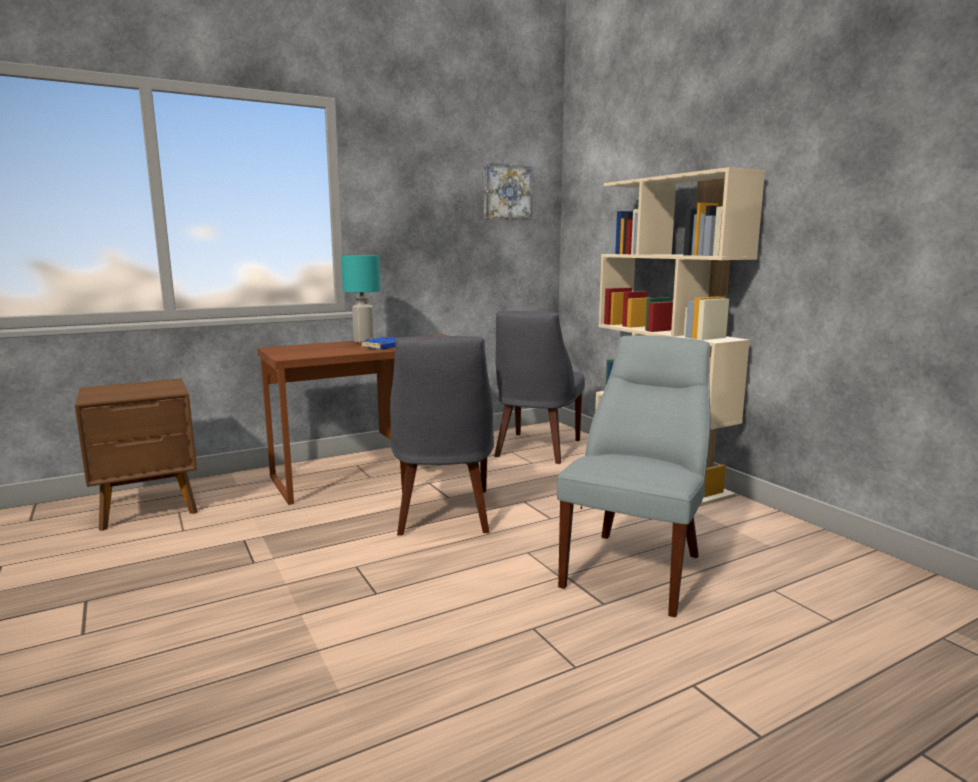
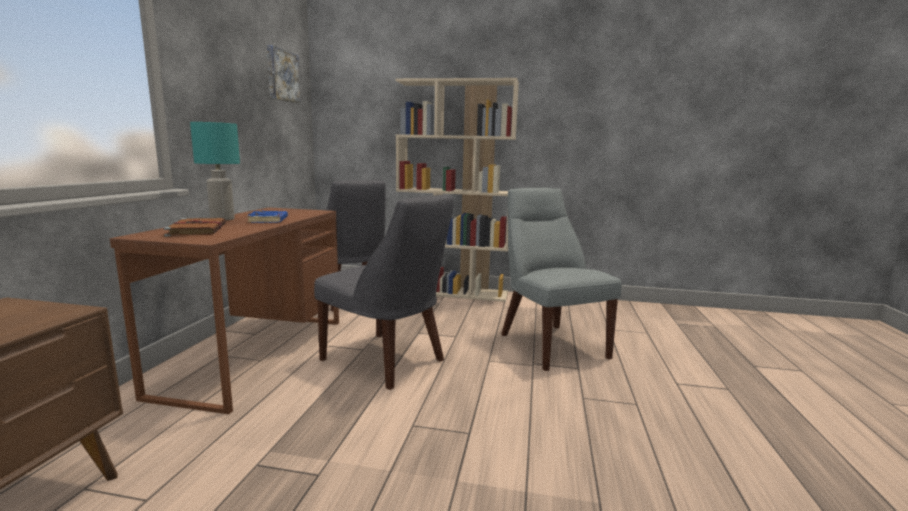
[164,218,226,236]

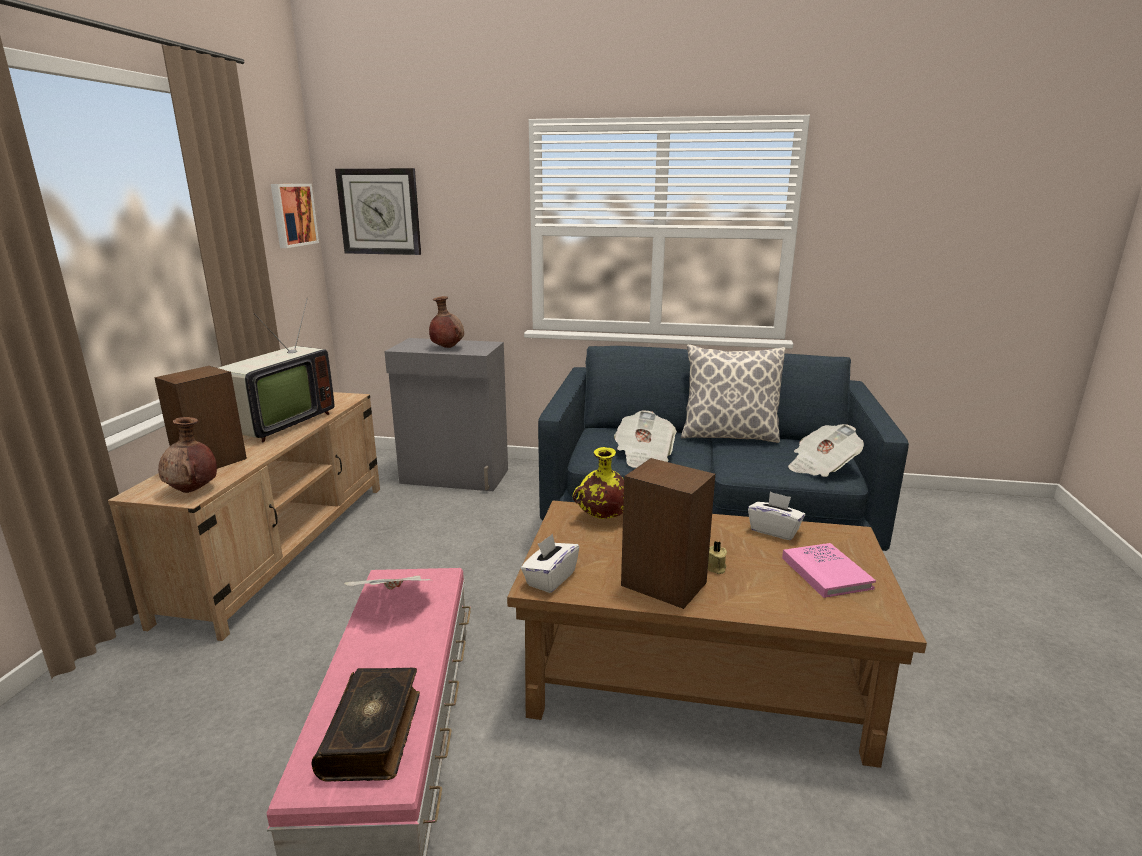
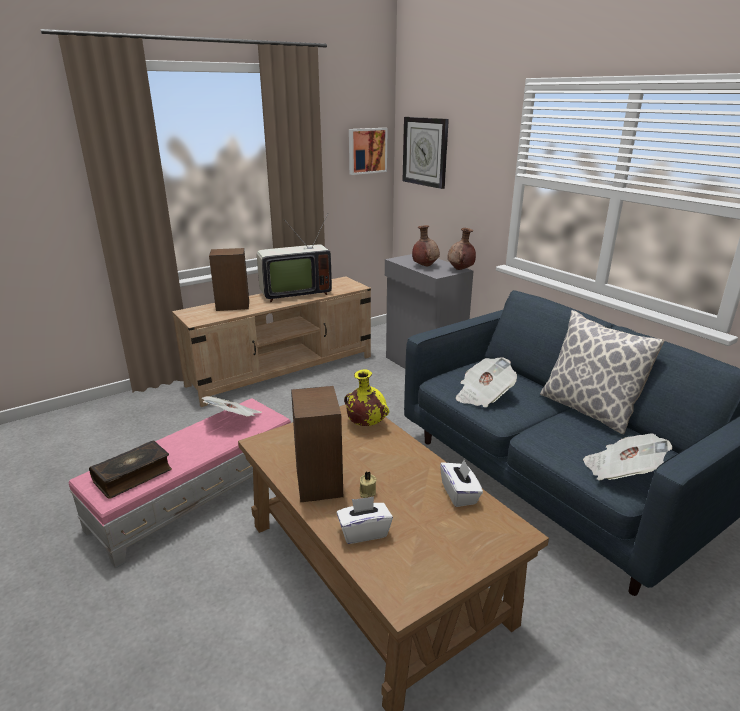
[447,228,476,270]
[337,496,393,544]
[782,543,876,598] (first image)

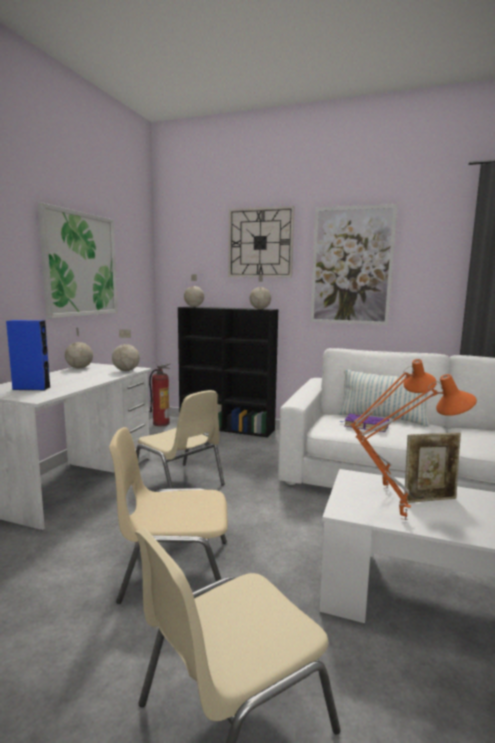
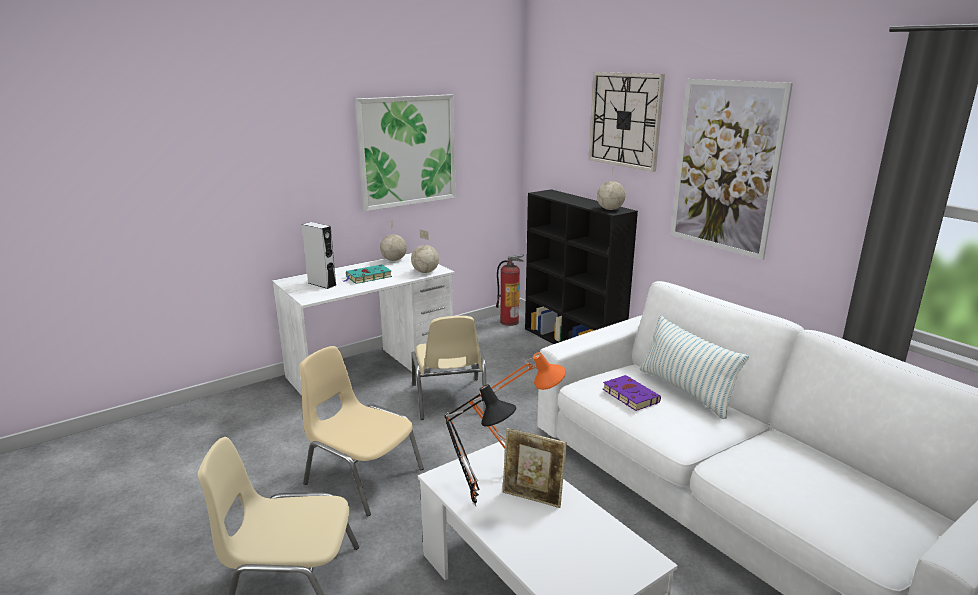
[184,274,204,307] (first image)
[302,222,337,289]
[444,384,516,507]
[343,264,392,284]

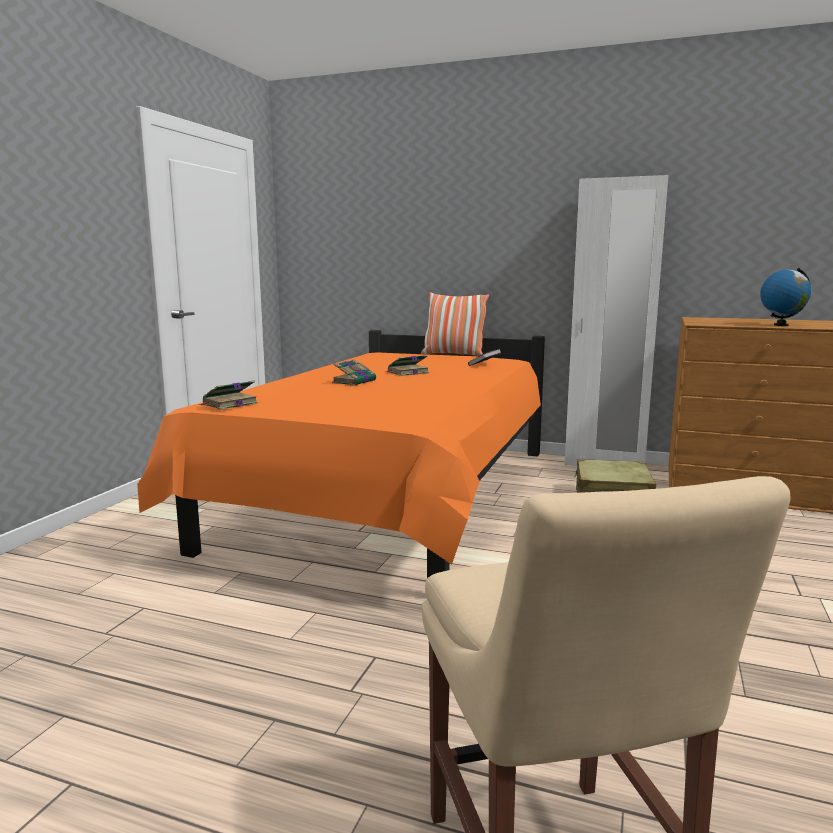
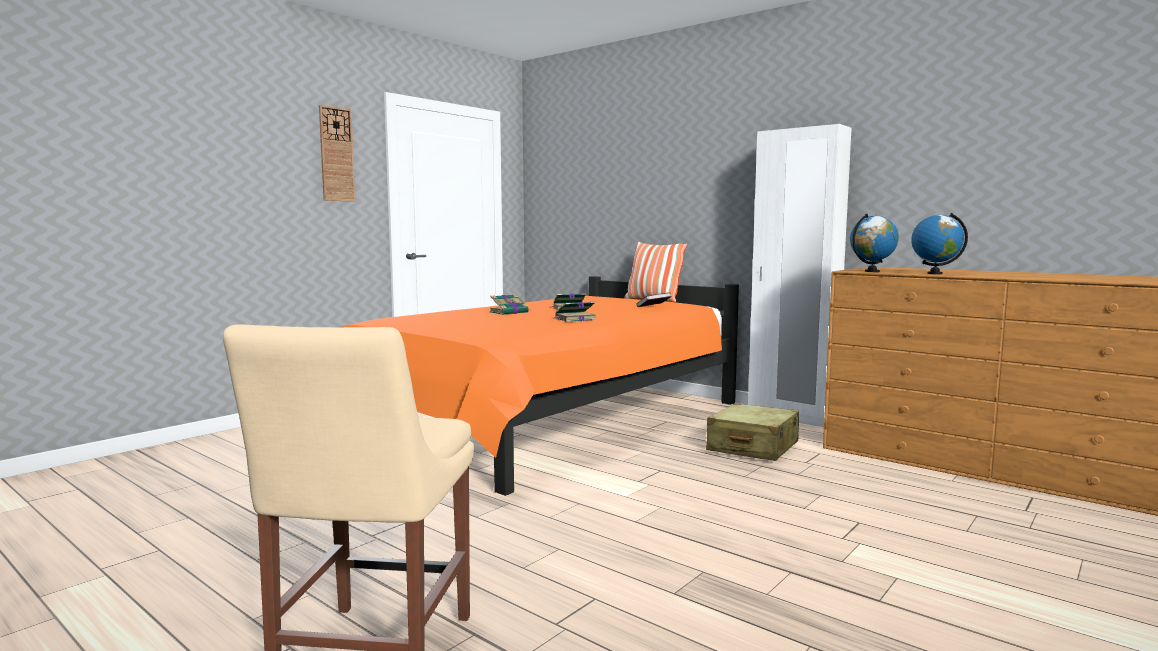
[553,302,597,322]
[319,105,355,202]
[850,214,899,272]

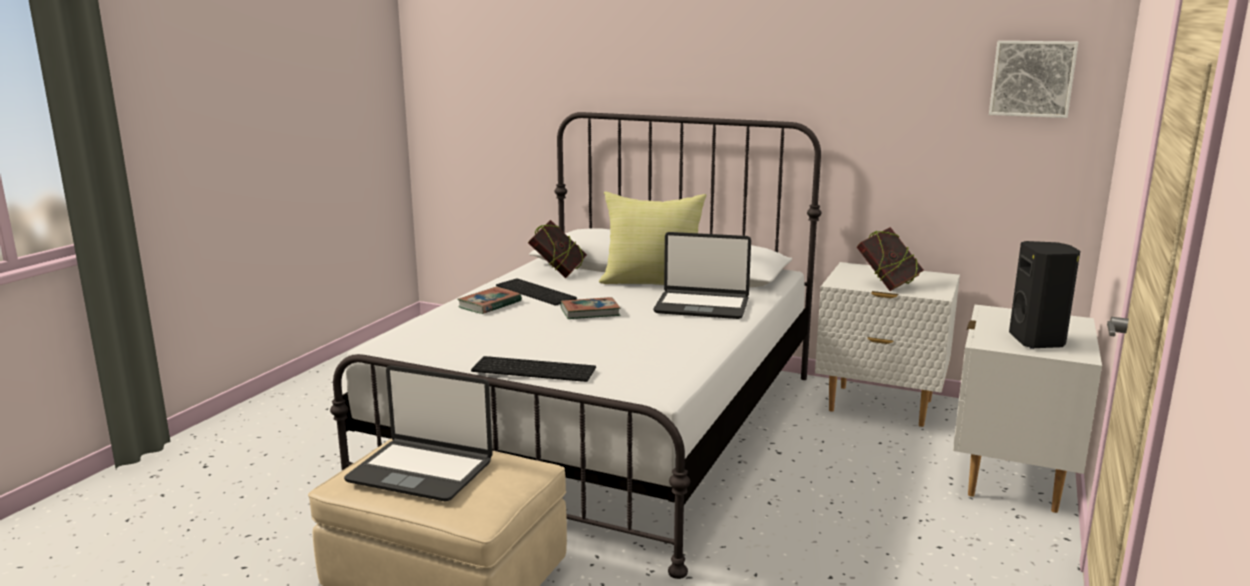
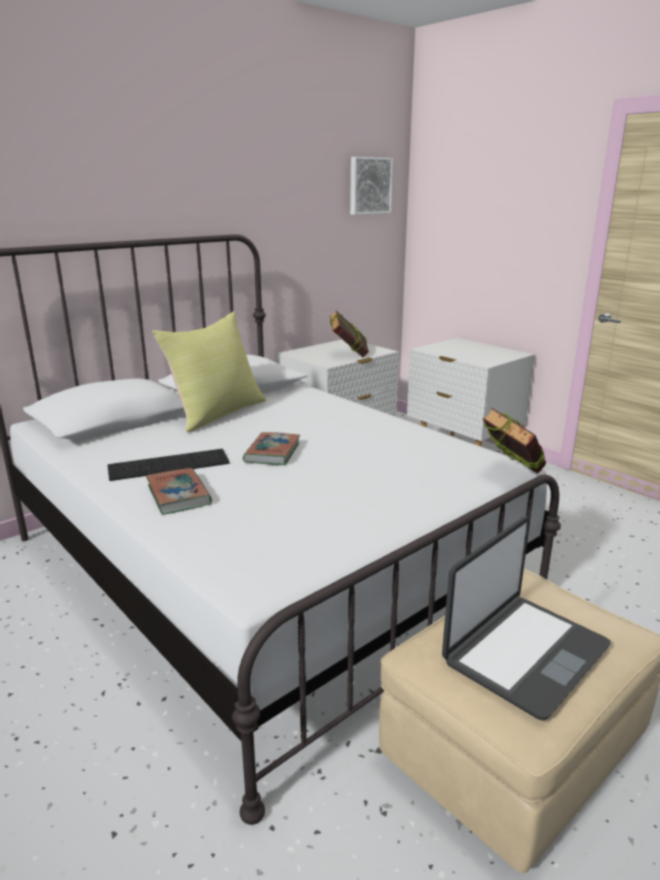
[482,408,546,474]
[653,232,751,319] (first image)
[1009,241,1080,349] (first image)
[471,356,596,382] (first image)

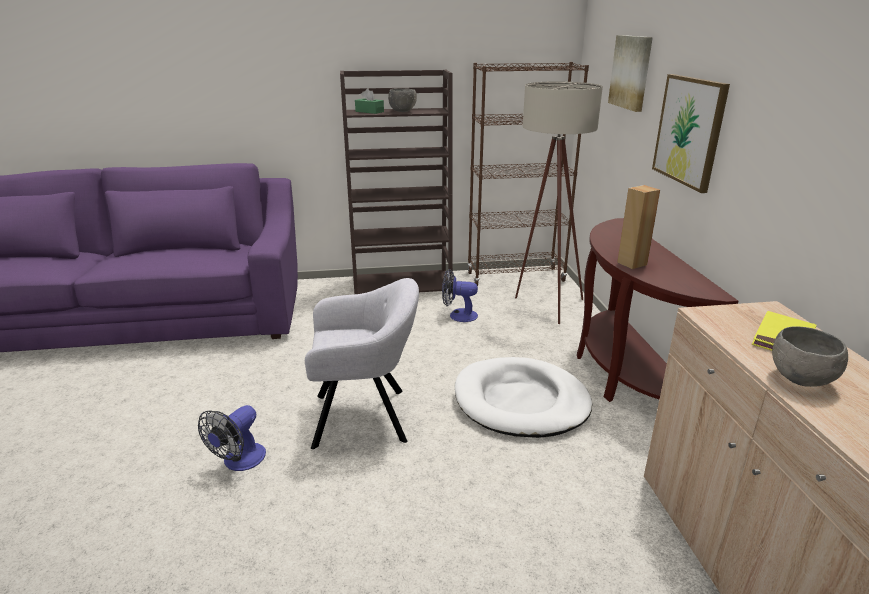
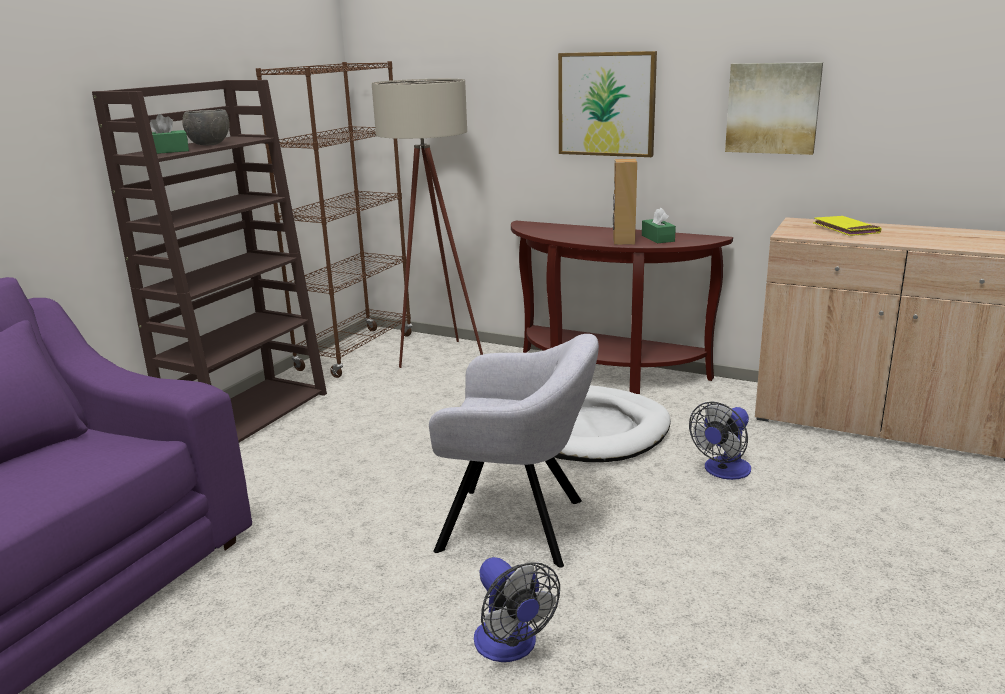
[725,62,823,155]
[689,402,751,480]
[429,334,599,568]
[772,326,848,387] (first image)
[642,207,676,243]

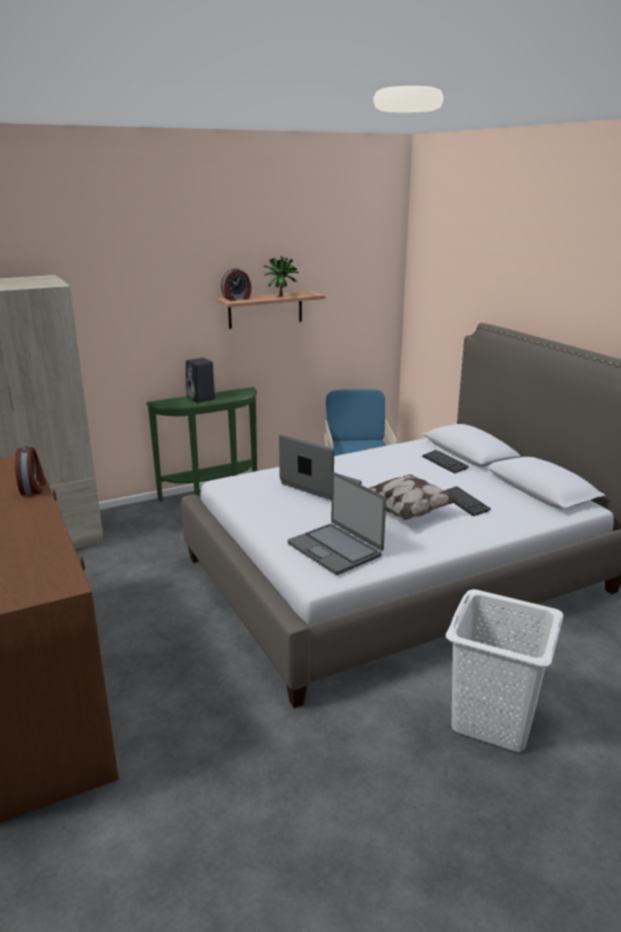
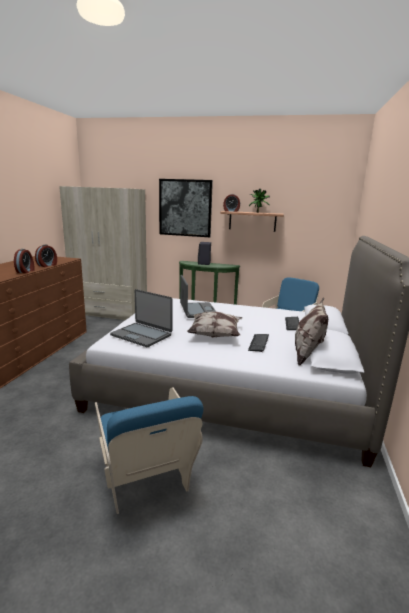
[110,289,173,347]
[95,387,203,514]
[159,179,213,237]
[14,249,35,273]
[295,297,328,365]

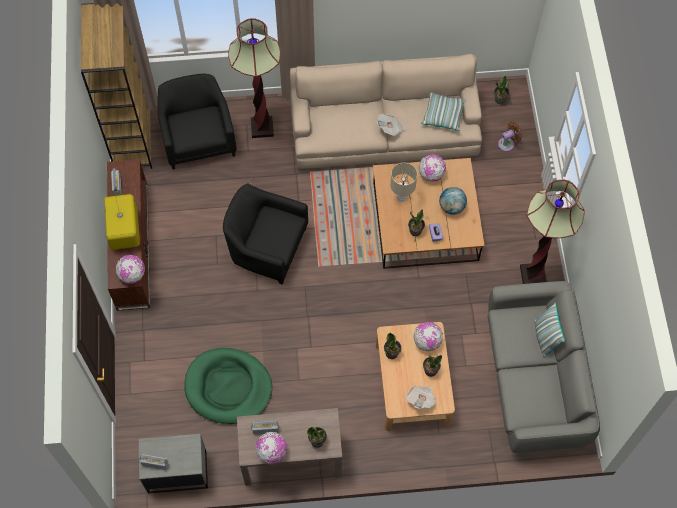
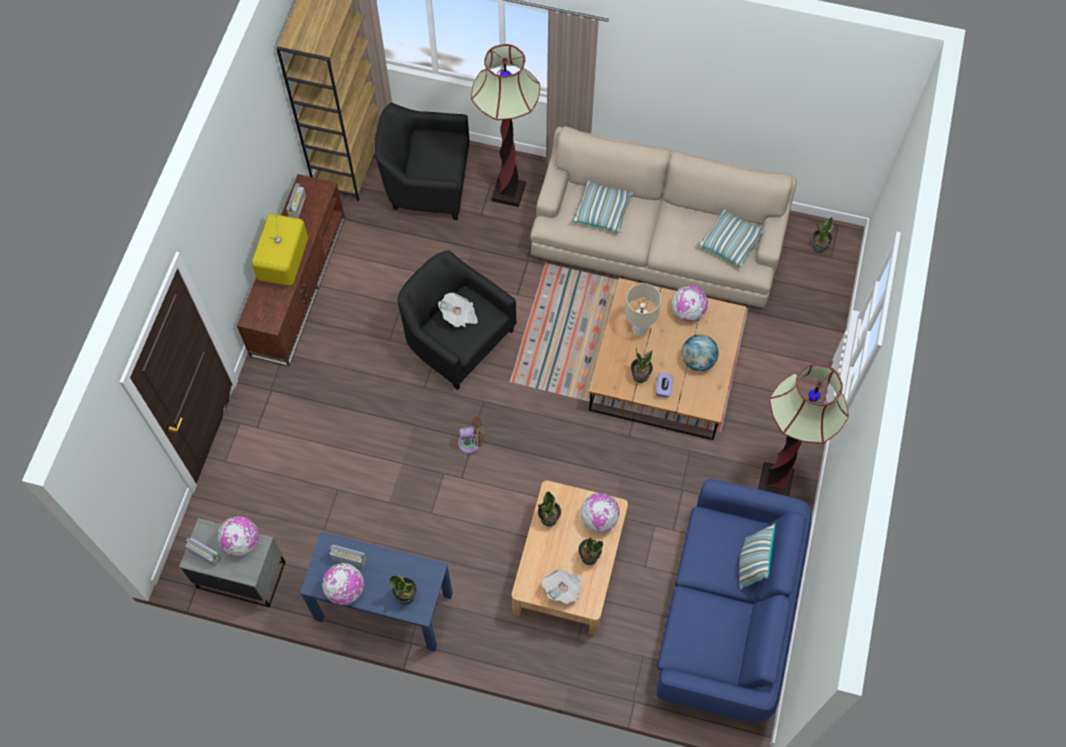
[374,102,470,220]
[438,293,478,327]
[458,416,484,454]
[218,516,259,557]
[657,479,811,722]
[184,348,272,424] (first image)
[300,531,453,652]
[571,180,634,233]

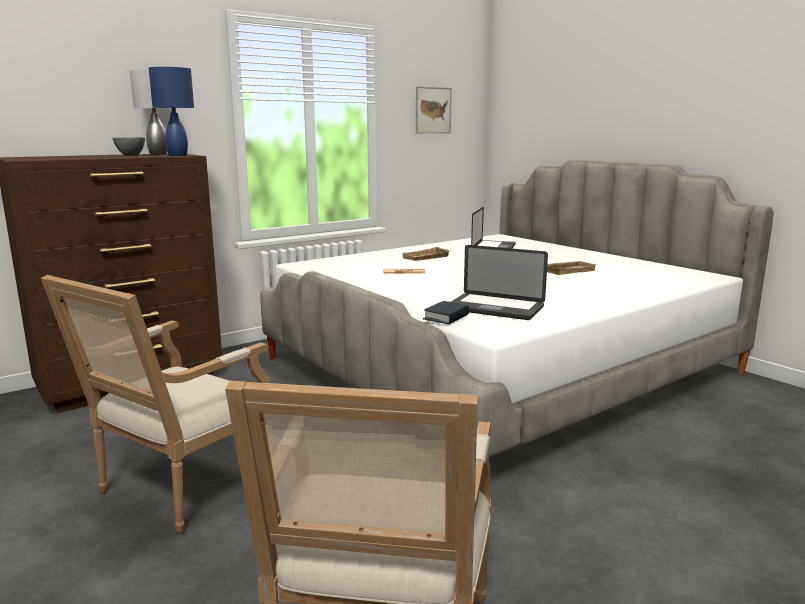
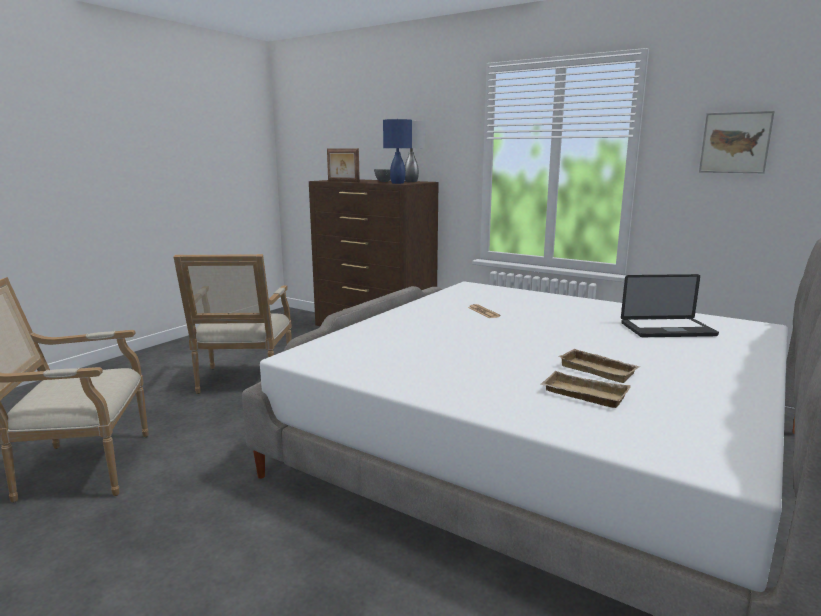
[451,245,548,320] (first image)
[541,371,631,408]
[174,254,292,394]
[423,301,469,325] (first image)
[327,148,360,182]

